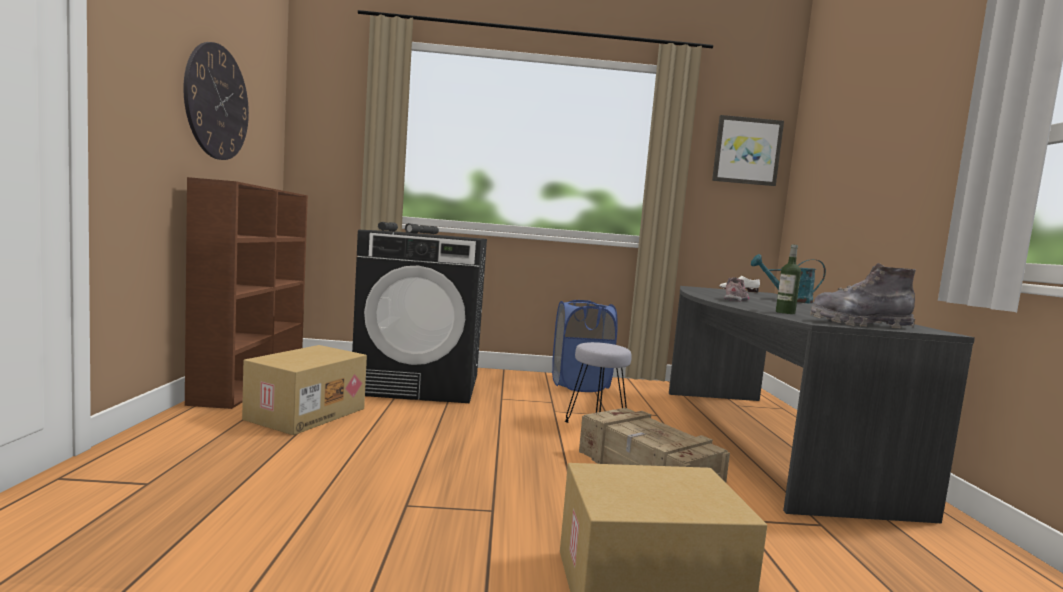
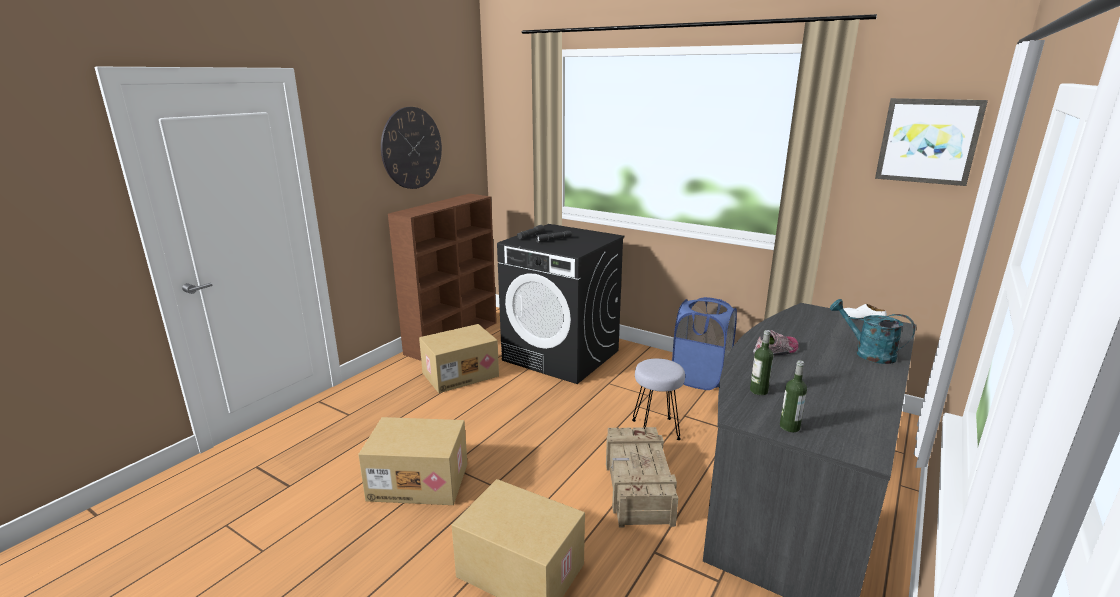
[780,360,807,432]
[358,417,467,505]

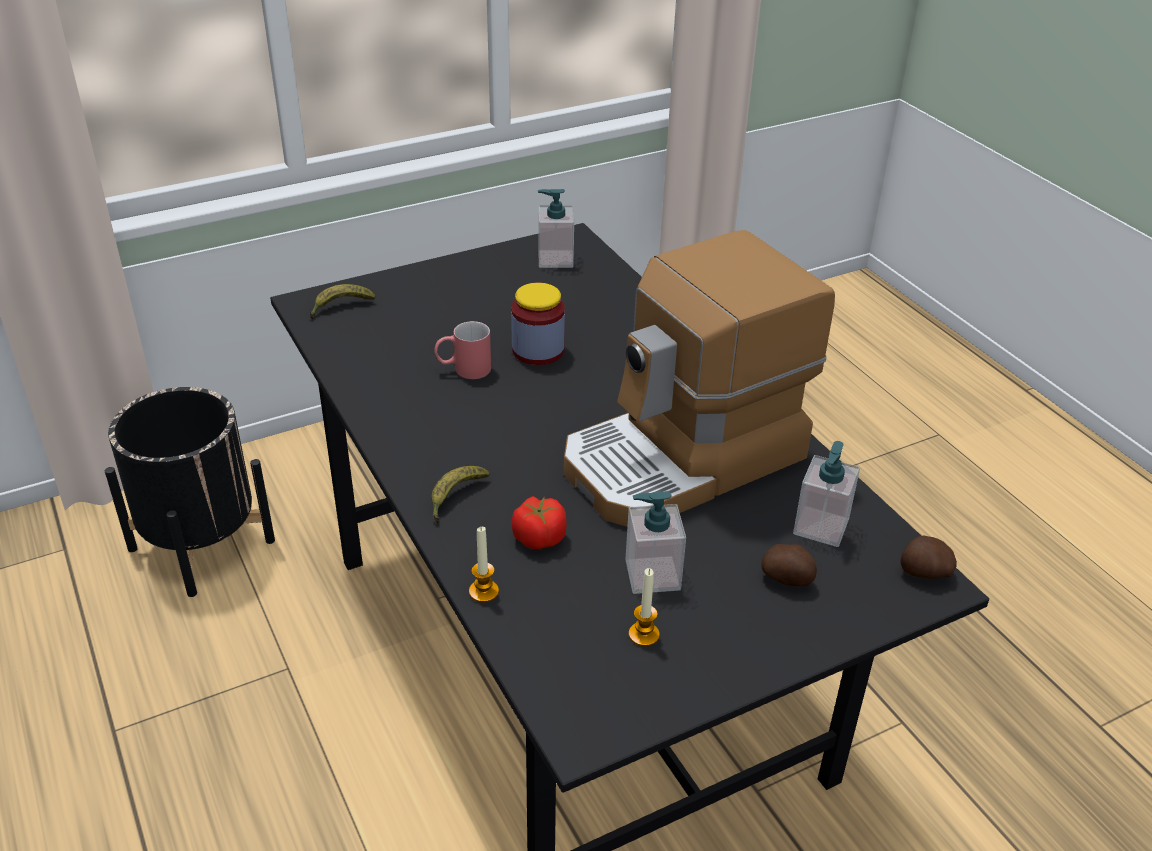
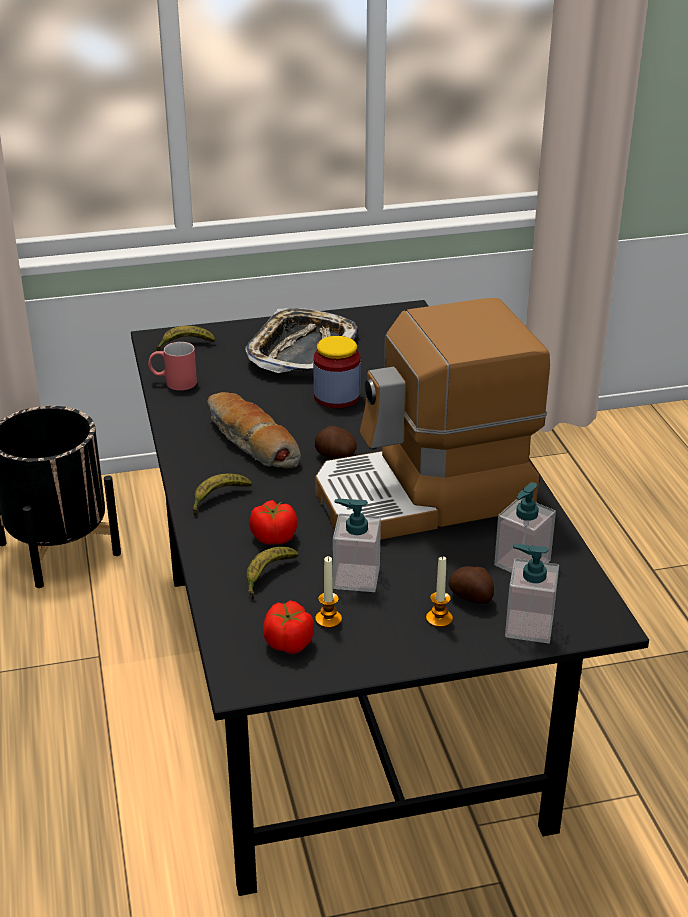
[505,544,559,644]
[148,342,197,390]
[426,556,453,628]
[315,426,357,458]
[245,308,358,373]
[207,392,301,469]
[247,547,299,599]
[263,601,314,654]

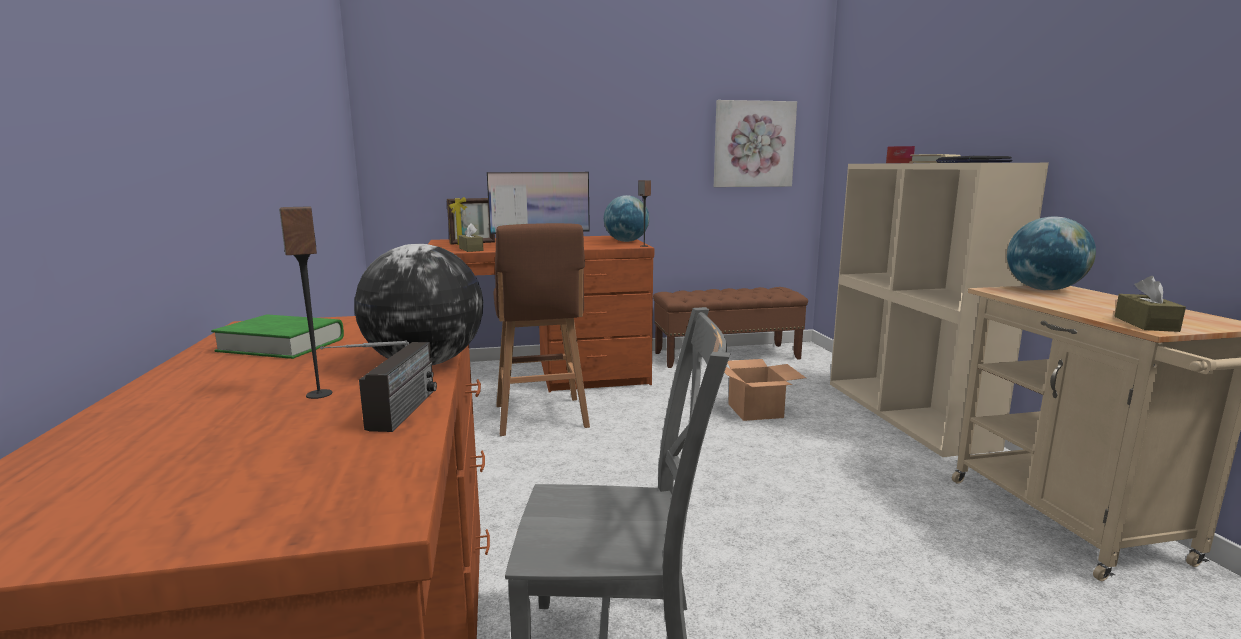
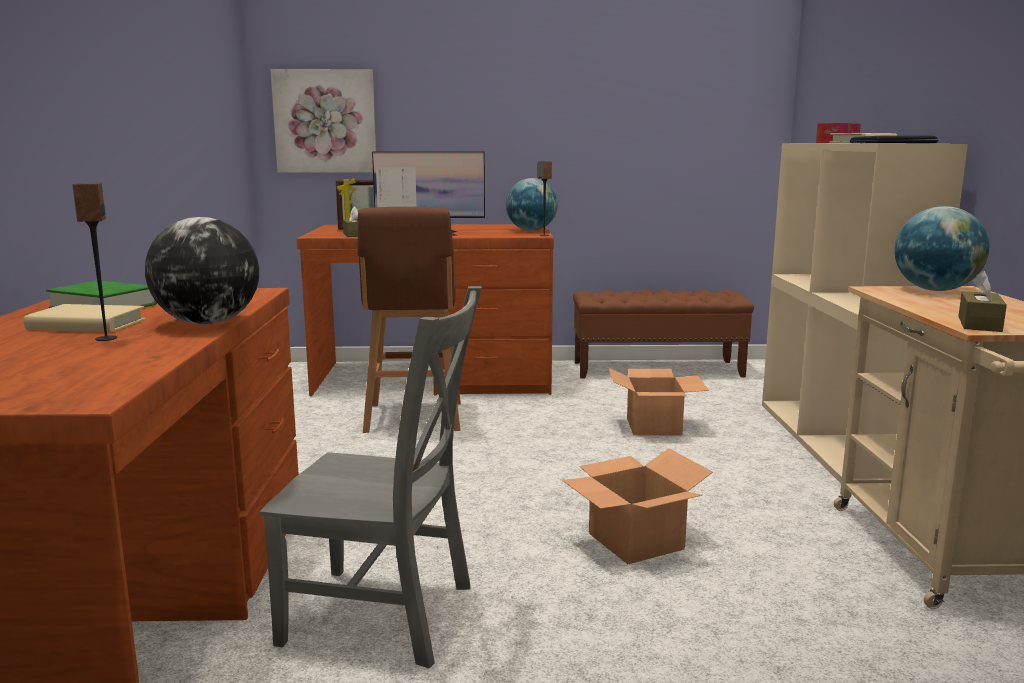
[271,69,376,173]
[320,340,437,432] (first image)
[24,304,146,332]
[562,448,713,564]

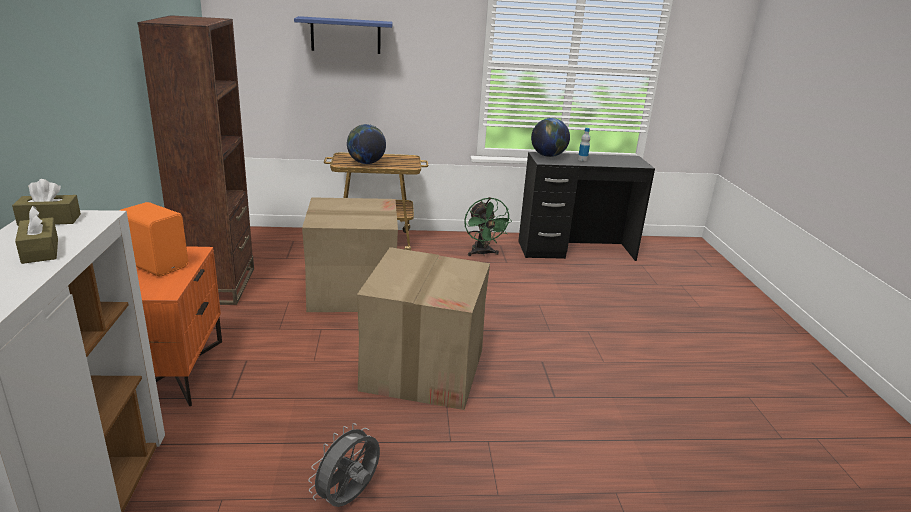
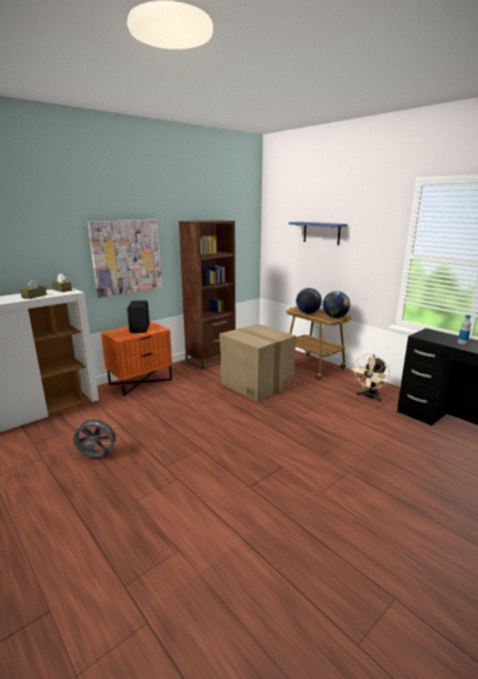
[323,291,350,318]
[351,354,390,402]
[127,300,150,333]
[357,247,490,410] (first image)
[88,219,162,298]

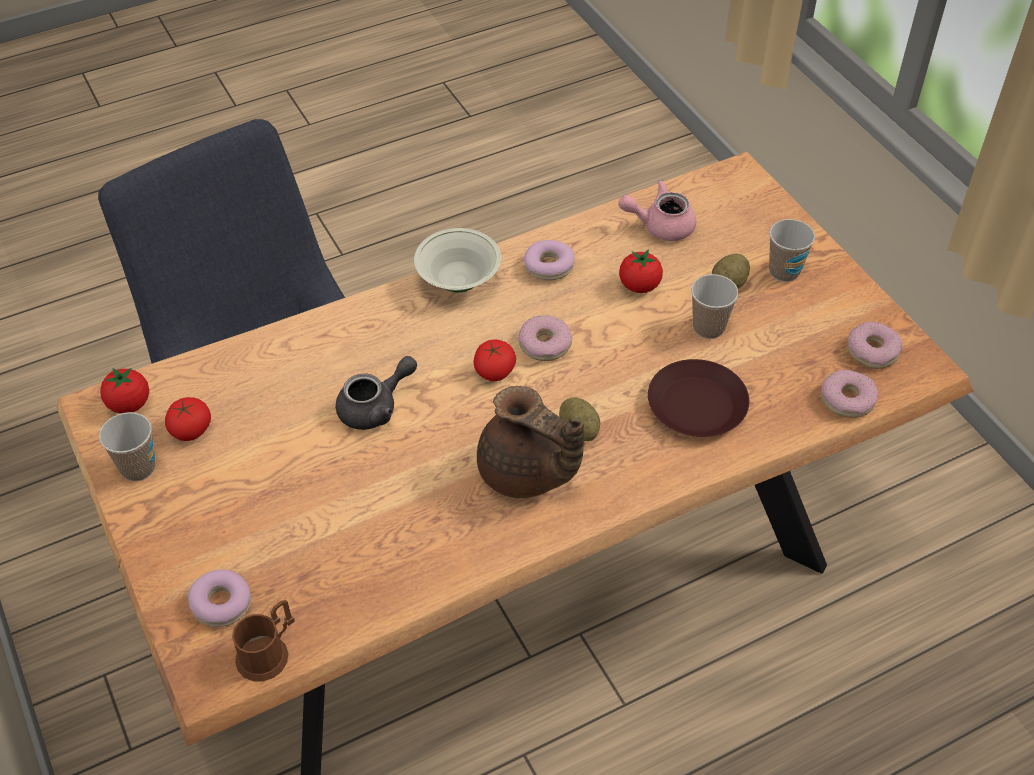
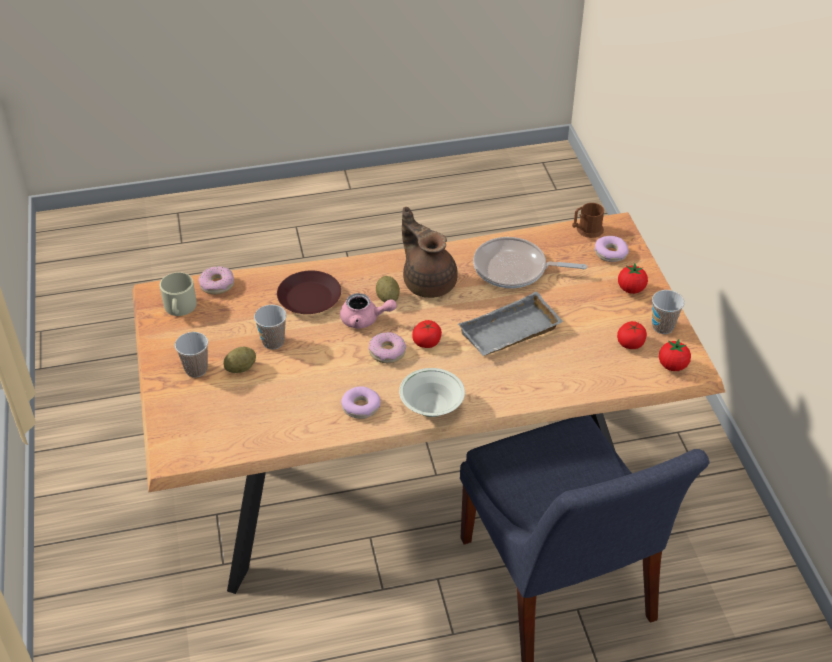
[340,293,397,329]
[618,264,648,294]
[160,272,197,316]
[458,292,563,356]
[473,237,587,288]

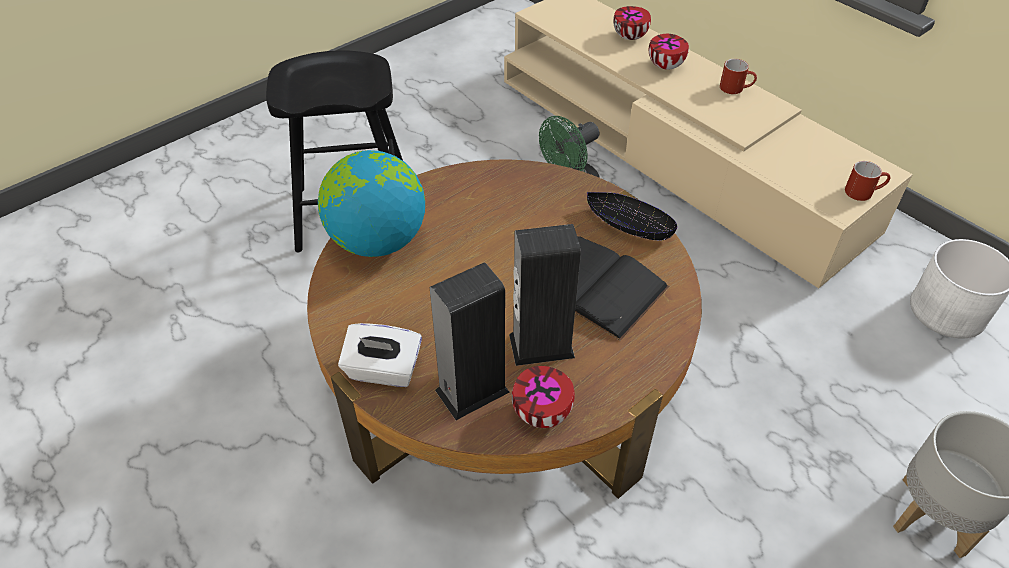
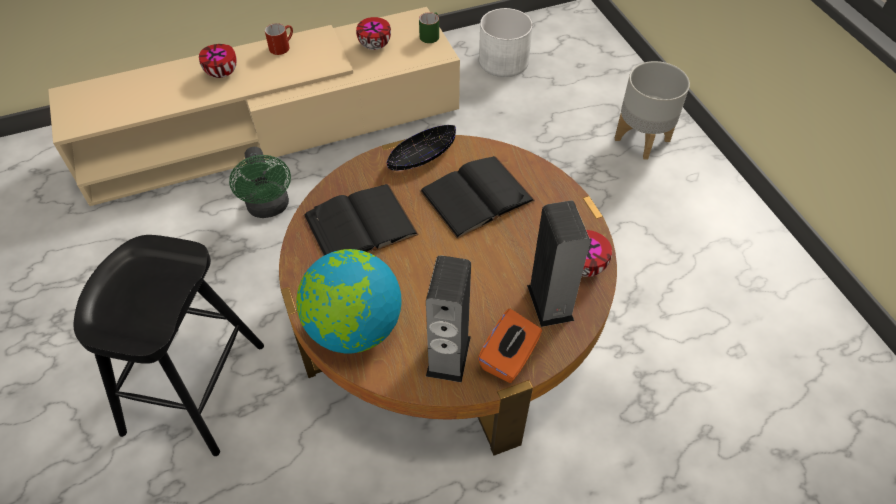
[356,17,391,50]
[419,12,439,43]
[426,255,471,383]
[478,309,542,383]
[303,184,419,256]

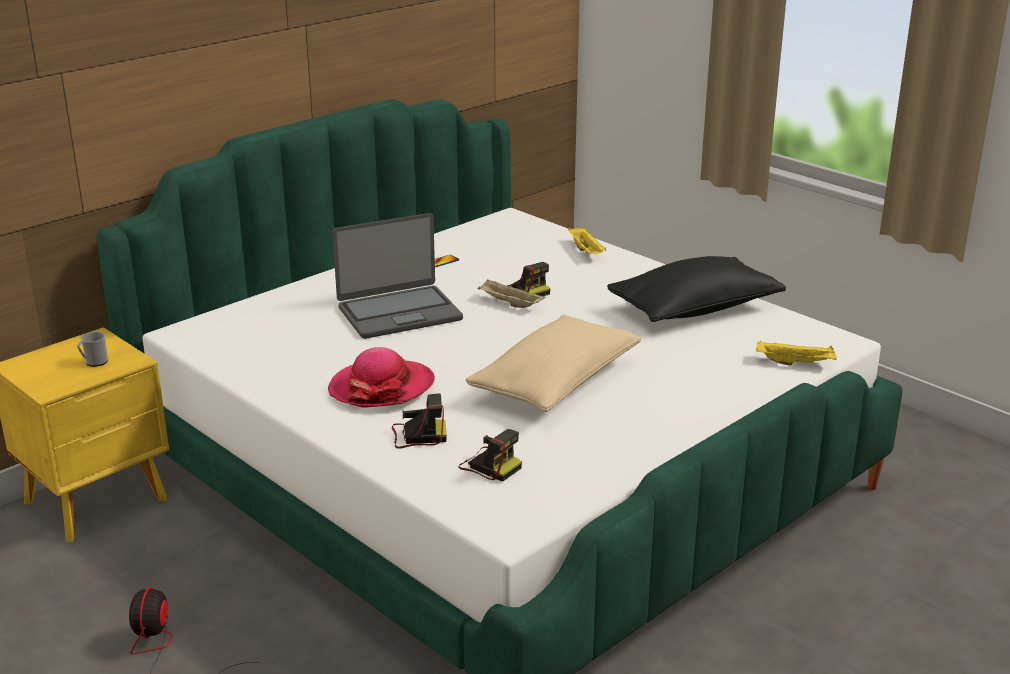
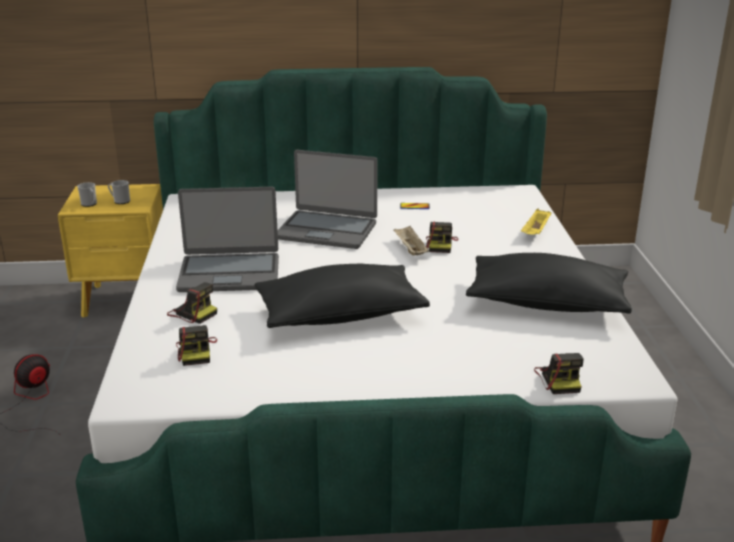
[255,264,430,328]
[534,353,584,394]
[176,187,279,292]
[77,182,97,207]

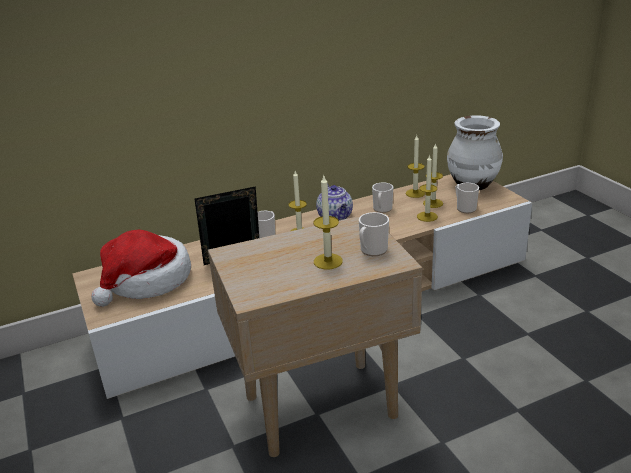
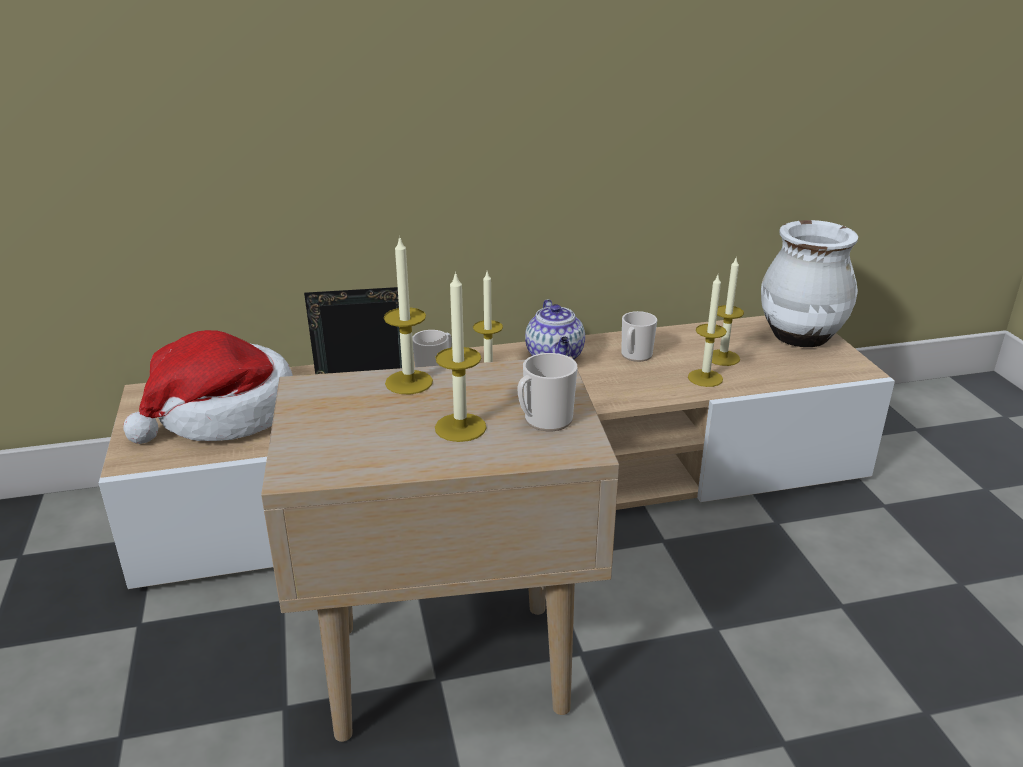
[384,236,433,394]
[456,183,479,213] (first image)

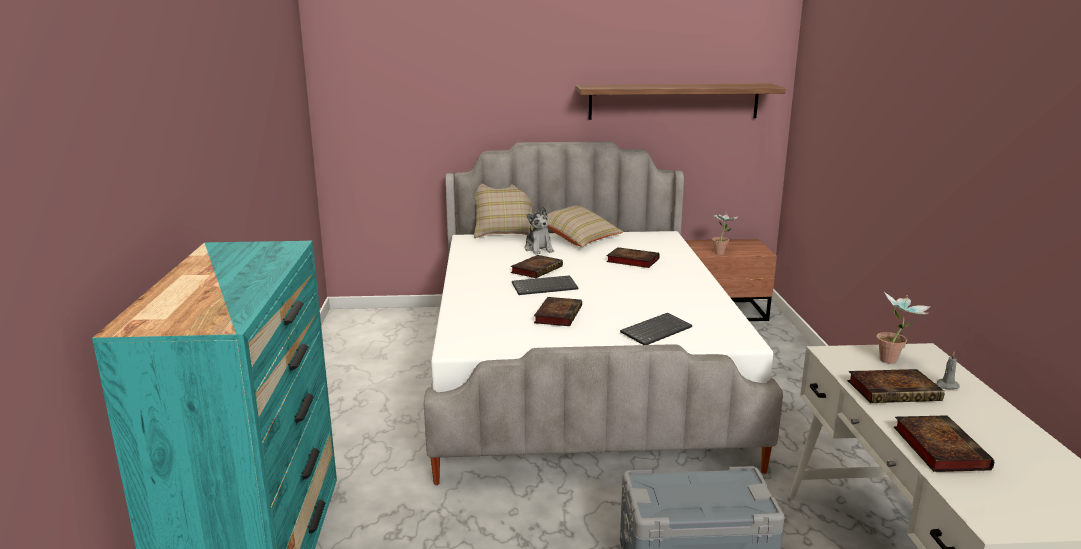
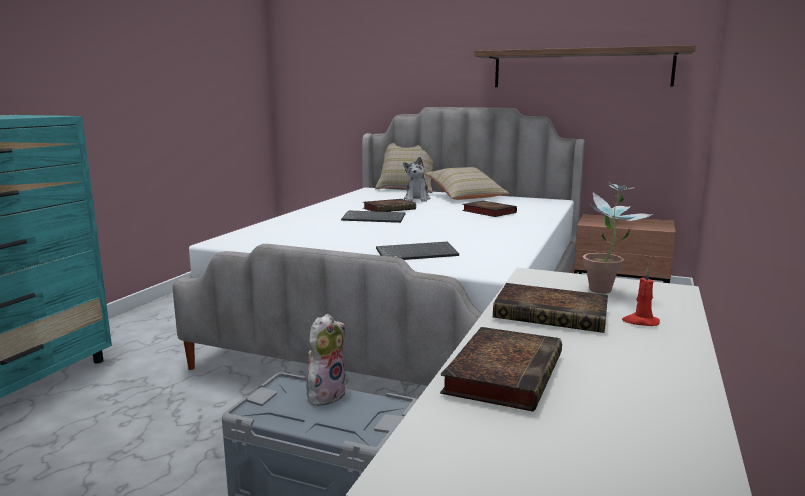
[534,297,582,326] (first image)
[622,268,660,326]
[306,314,346,406]

